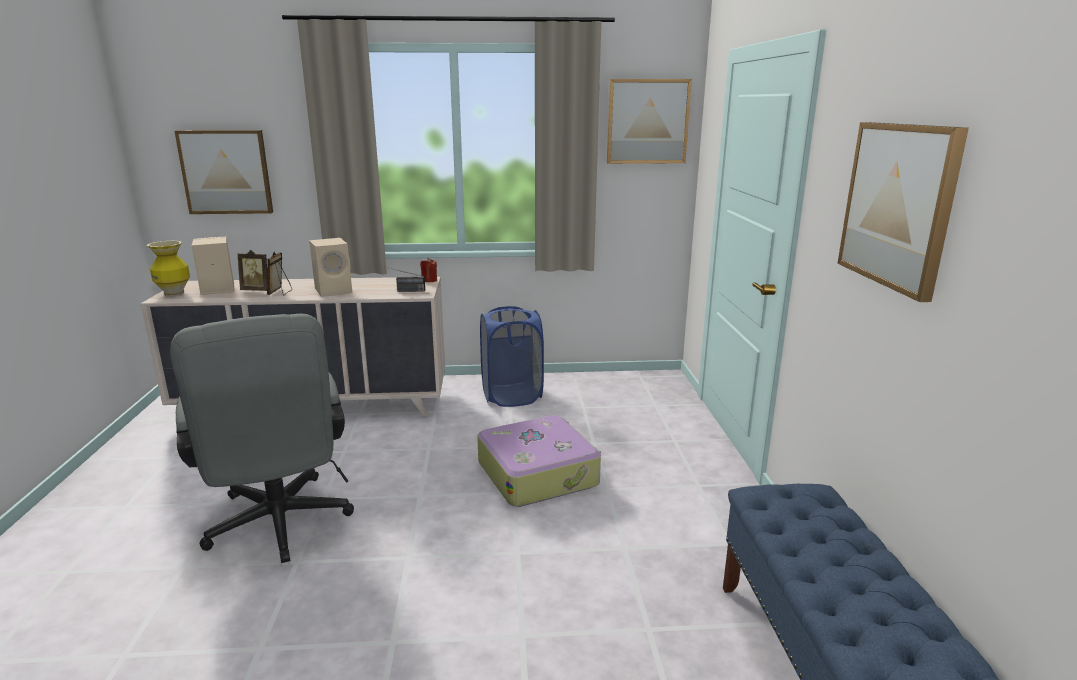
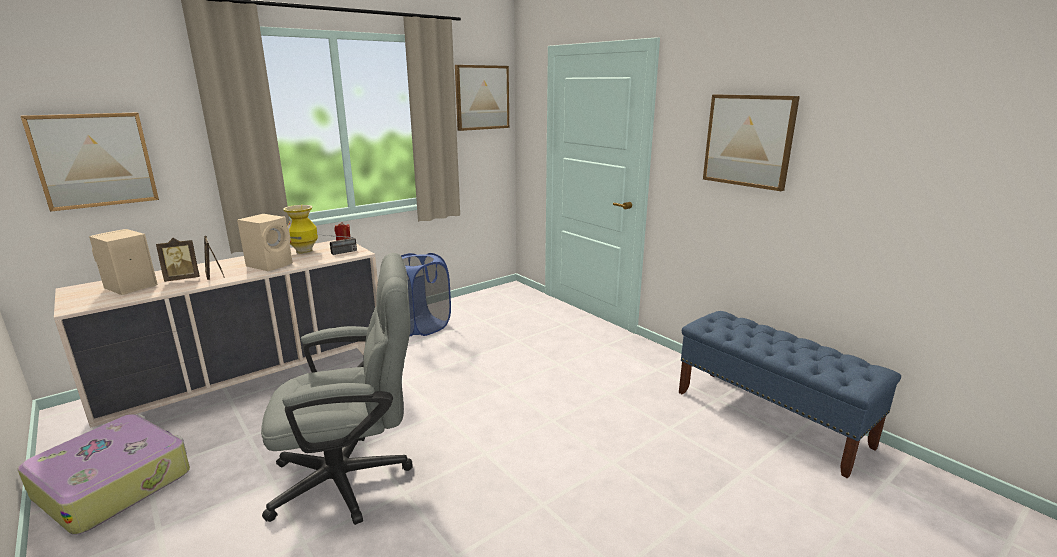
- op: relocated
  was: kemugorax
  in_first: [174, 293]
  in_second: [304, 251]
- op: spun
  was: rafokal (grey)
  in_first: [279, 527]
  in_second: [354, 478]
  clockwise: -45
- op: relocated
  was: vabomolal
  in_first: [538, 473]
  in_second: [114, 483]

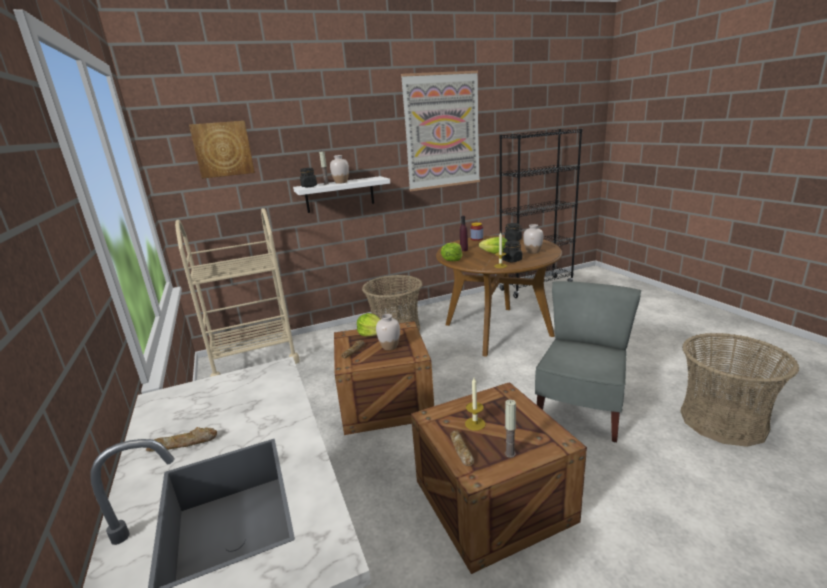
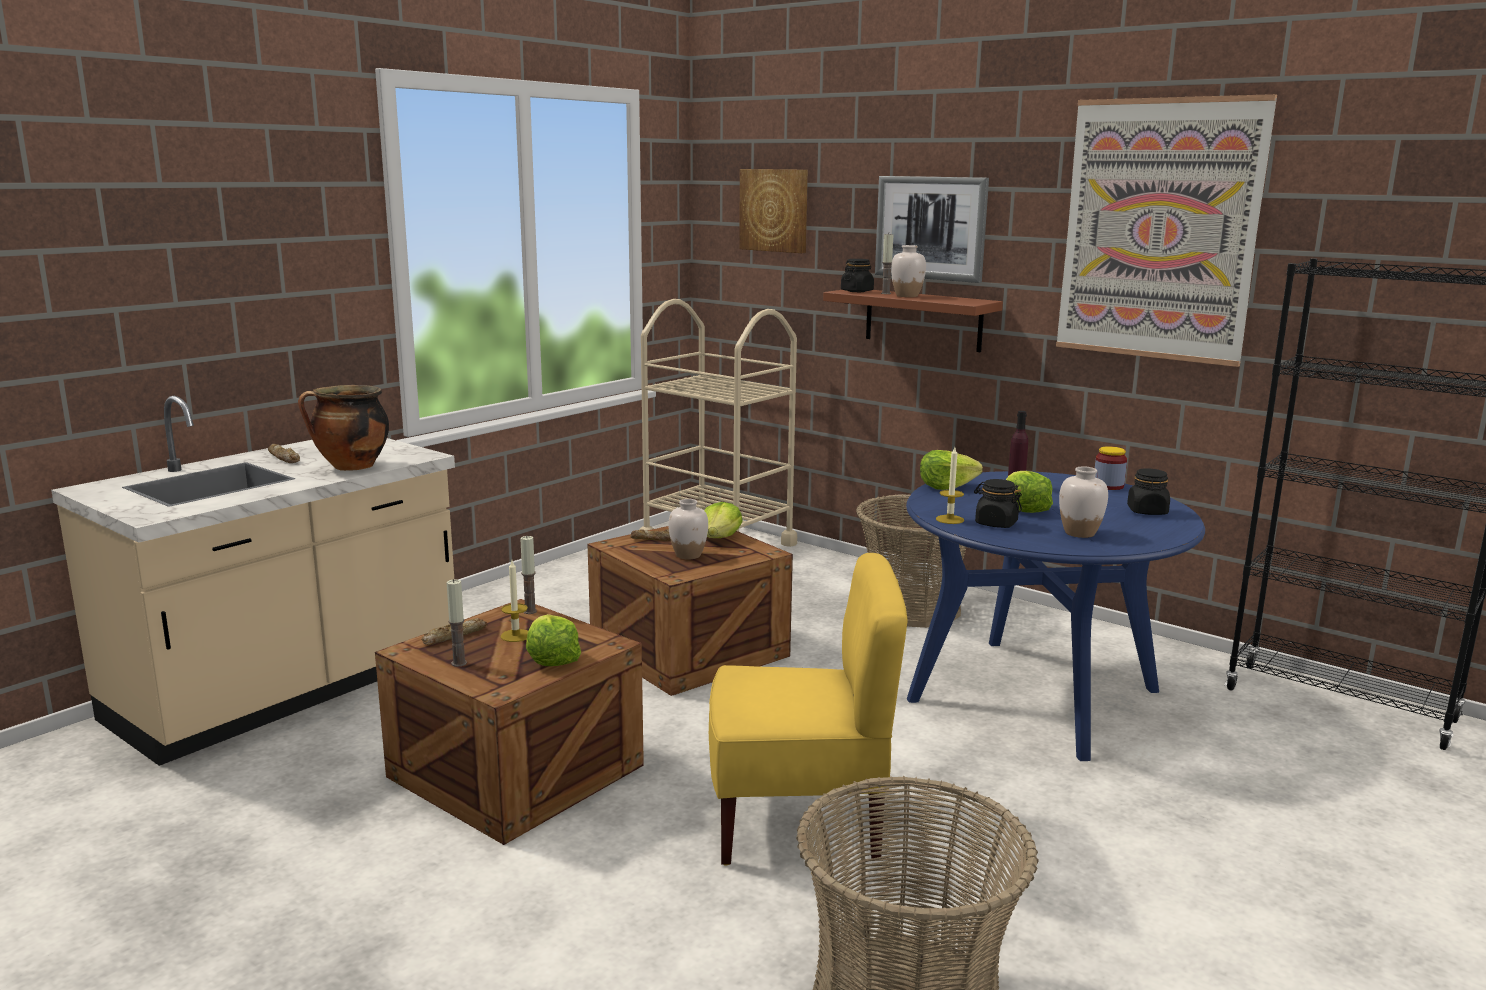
- op: colour
  was: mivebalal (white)
  now: mivebalal (brown)
  in_first: [340, 194]
  in_second: [923, 319]
- op: colour
  was: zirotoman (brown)
  now: zirotoman (blue)
  in_first: [497, 330]
  in_second: [1033, 695]
- op: colour
  was: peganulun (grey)
  now: peganulun (yellow)
  in_first: [581, 411]
  in_second: [799, 821]
- op: appeared
  now: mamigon
  in_second: [930, 228]
- op: appeared
  now: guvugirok
  in_second: [351, 467]
- op: appeared
  now: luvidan
  in_second: [530, 611]
- op: appeared
  now: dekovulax
  in_second: [551, 659]

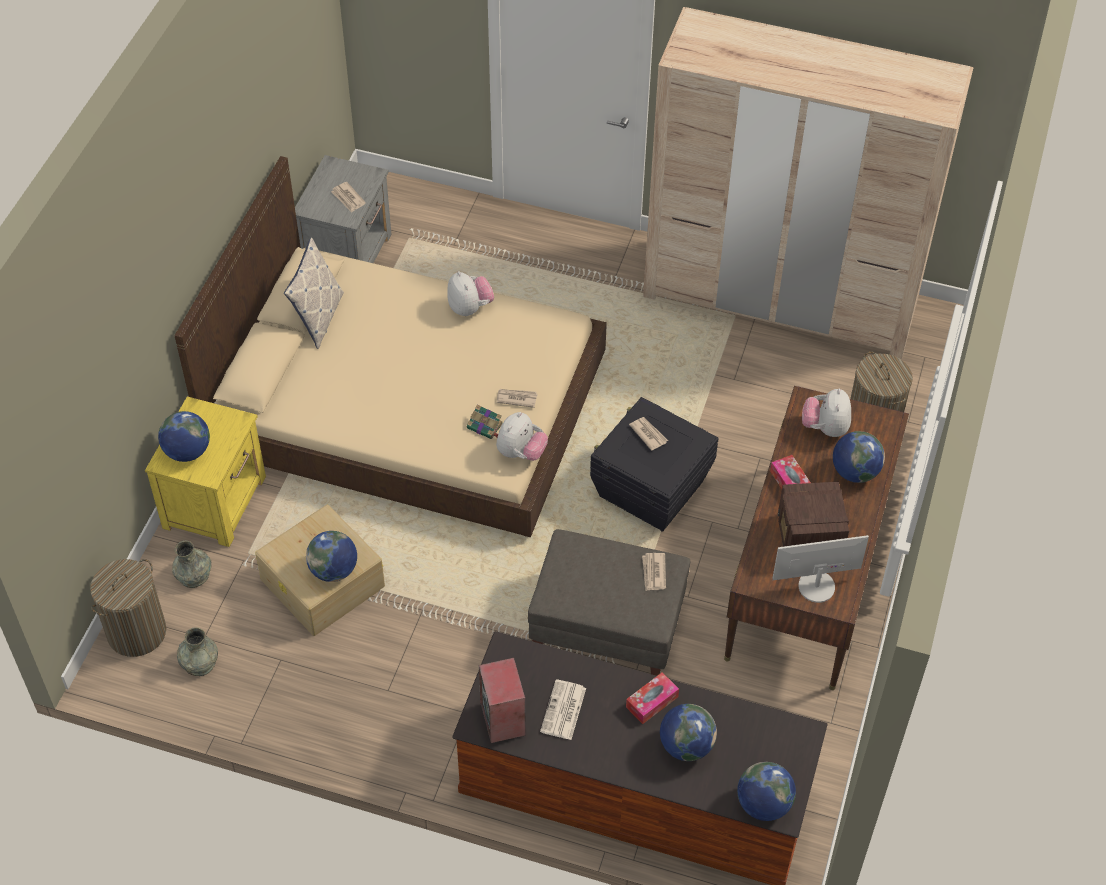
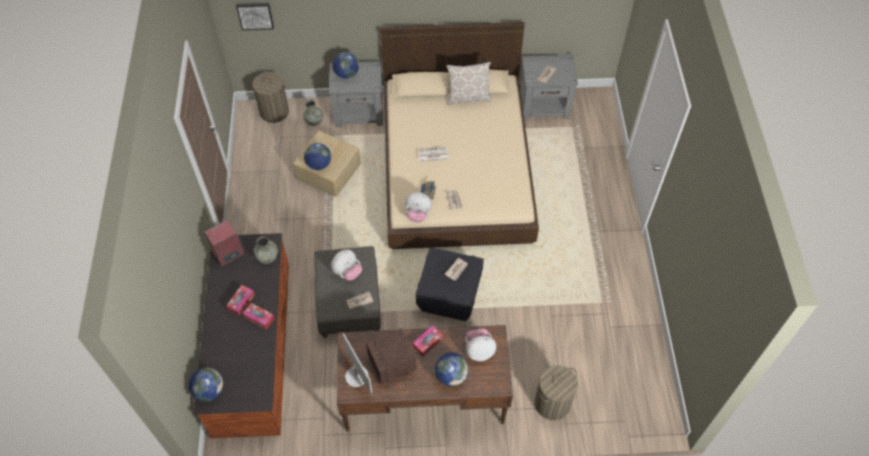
- op: missing
  was: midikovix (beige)
  in_first: [781, 298]
- op: relocated
  was: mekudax
  in_first: [470, 308]
  in_second: [347, 272]
- op: colour
  was: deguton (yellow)
  now: deguton (grey)
  in_first: [216, 501]
  in_second: [359, 112]
- op: relocated
  was: kemugorax (grey)
  in_first: [199, 662]
  in_second: [267, 255]
- op: relocated
  was: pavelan
  in_first: [563, 711]
  in_second: [432, 154]
- op: missing
  was: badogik
  in_first: [686, 746]
- op: appeared
  now: mamigon
  in_second: [255, 15]
- op: appeared
  now: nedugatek
  in_second: [241, 302]

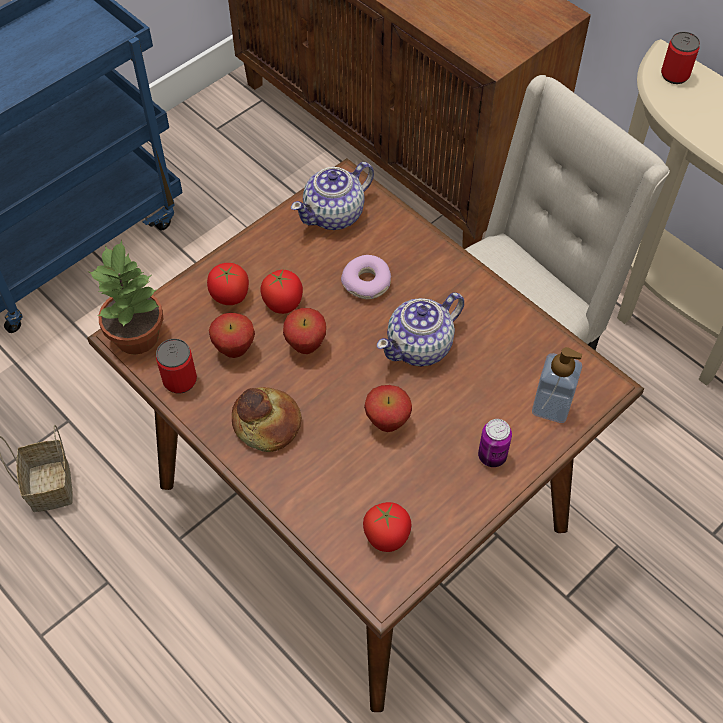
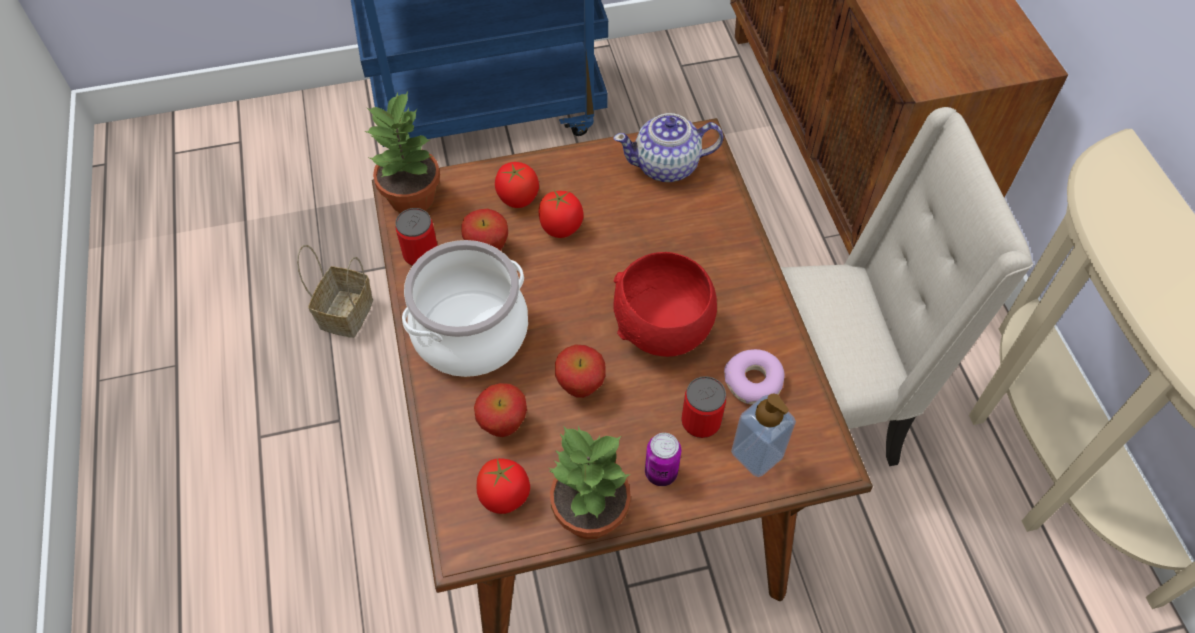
- op: relocated
  was: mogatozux
  in_first: [674, 75]
  in_second: [700, 422]
- op: relocated
  was: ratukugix
  in_first: [367, 282]
  in_second: [753, 382]
- op: exchanged
  was: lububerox
  now: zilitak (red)
  in_first: [420, 346]
  in_second: [664, 329]
- op: relocated
  was: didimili
  in_first: [306, 346]
  in_second: [503, 426]
- op: exchanged
  was: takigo
  now: guvugirok
  in_first: [267, 423]
  in_second: [470, 332]
- op: appeared
  now: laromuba
  in_second: [588, 513]

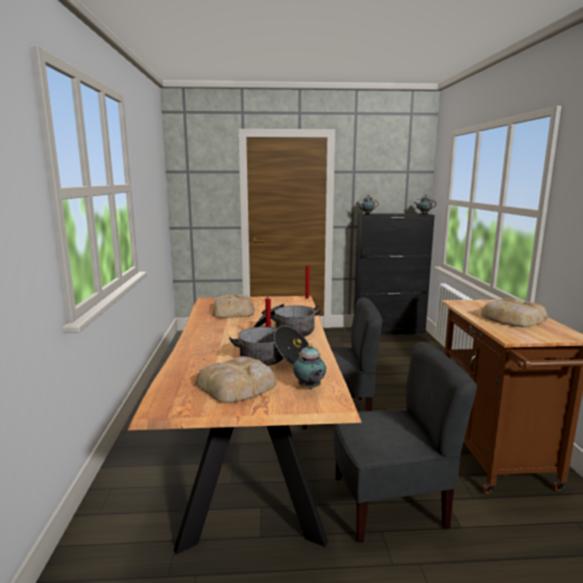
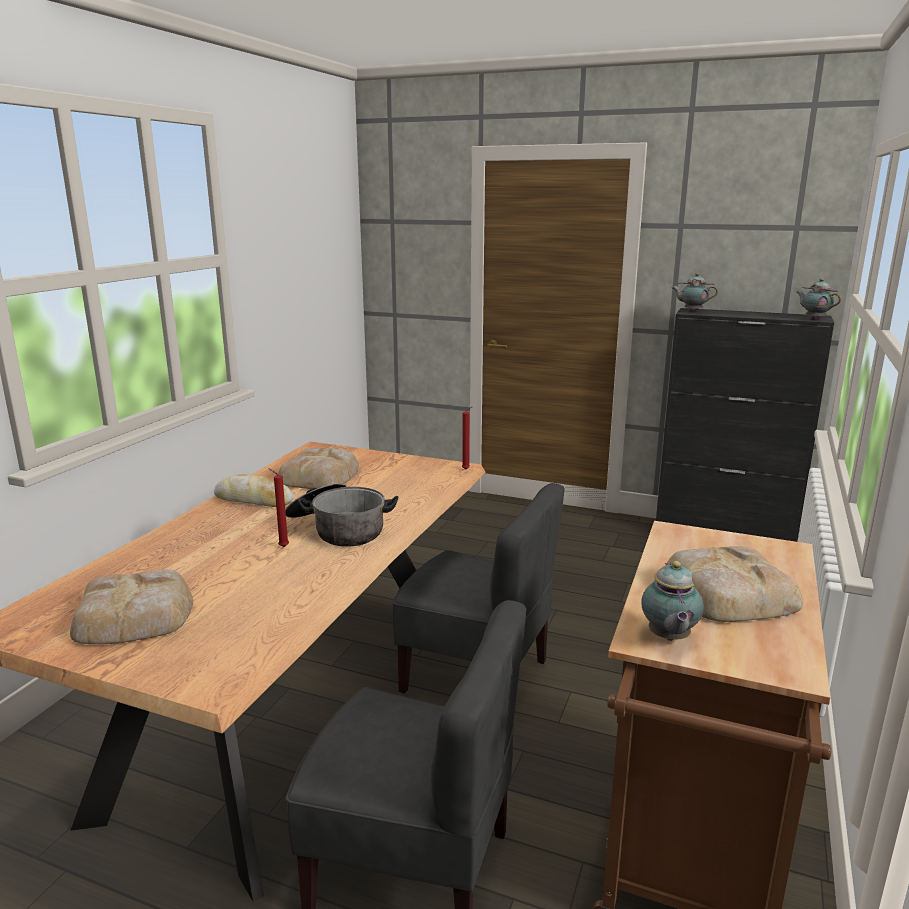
- op: missing
  was: guvugirok
  in_first: [273, 360]
- op: relocated
  was: lububerox
  in_first: [309, 388]
  in_second: [668, 638]
- op: appeared
  now: takigo
  in_second: [254, 500]

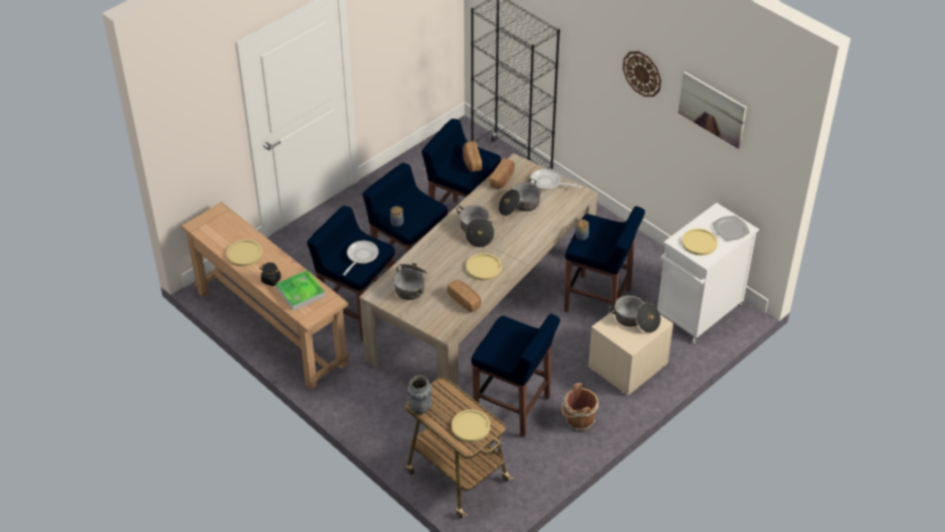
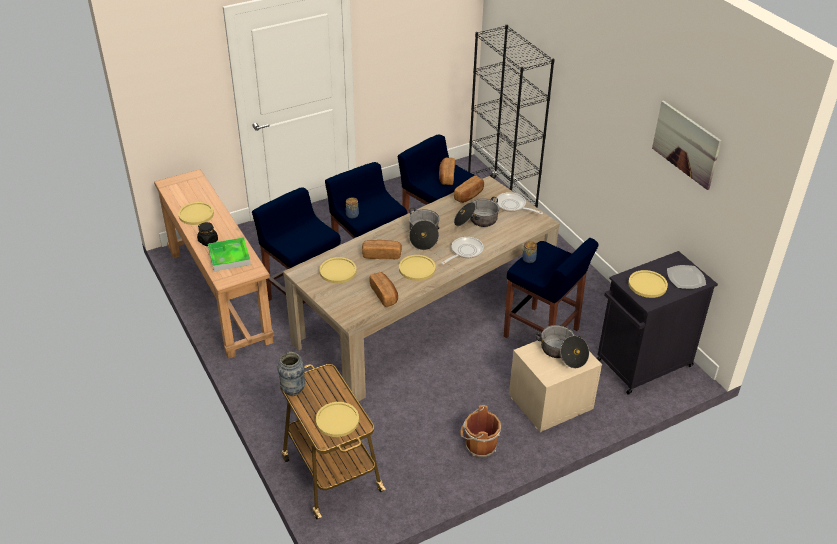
- op: missing
  was: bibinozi
  in_first: [642, 73]
- op: colour
  was: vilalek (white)
  now: vilalek (black)
  in_first: [698, 311]
  in_second: [642, 364]
- op: relocated
  was: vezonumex
  in_first: [361, 256]
  in_second: [465, 251]
- op: exchanged
  was: guvugirok
  now: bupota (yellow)
  in_first: [411, 285]
  in_second: [338, 271]
- op: missing
  was: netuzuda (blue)
  in_first: [513, 407]
- op: appeared
  now: takigo
  in_second: [381, 255]

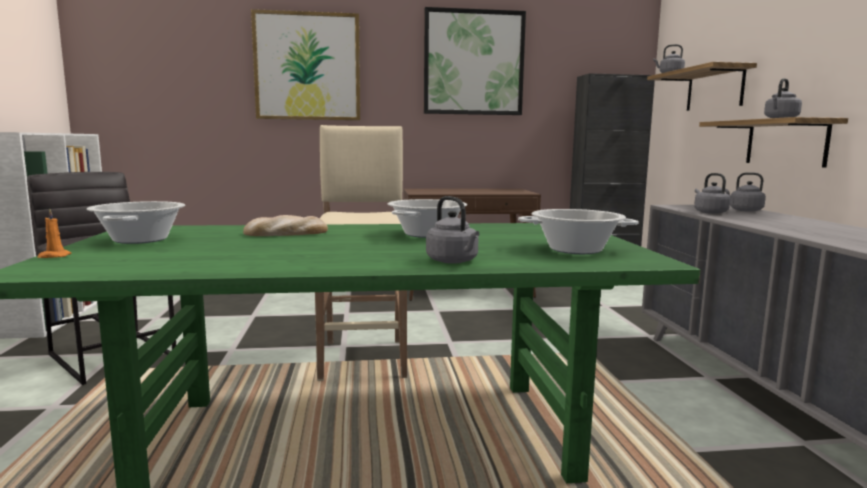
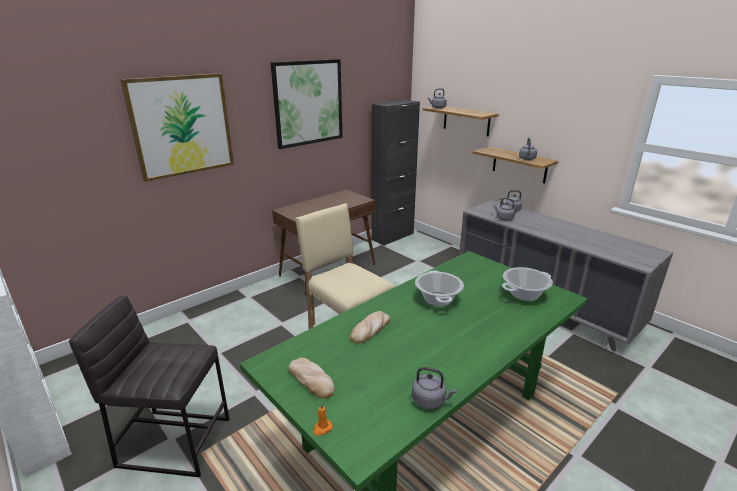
- op: relocated
  was: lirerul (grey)
  in_first: [454, 261]
  in_second: [430, 400]
- op: exchanged
  was: guvugirok
  now: takigo
  in_first: [140, 240]
  in_second: [312, 379]

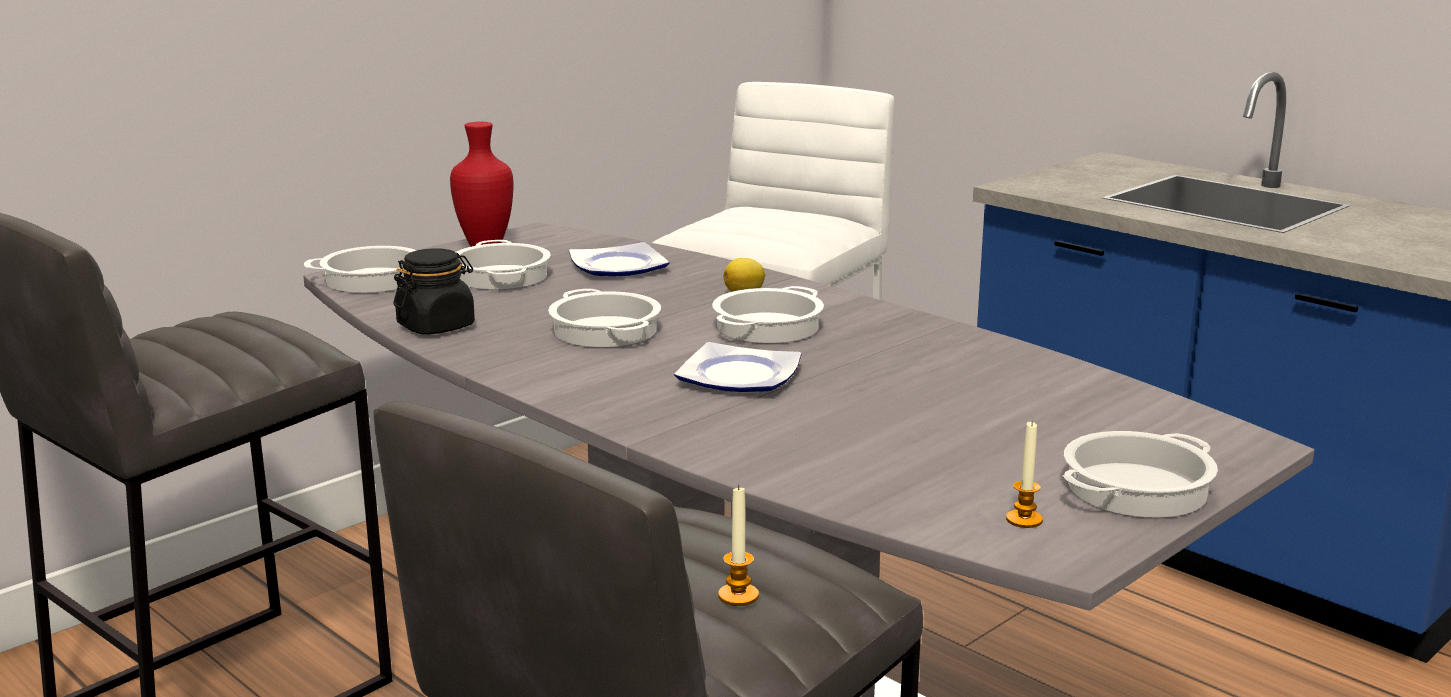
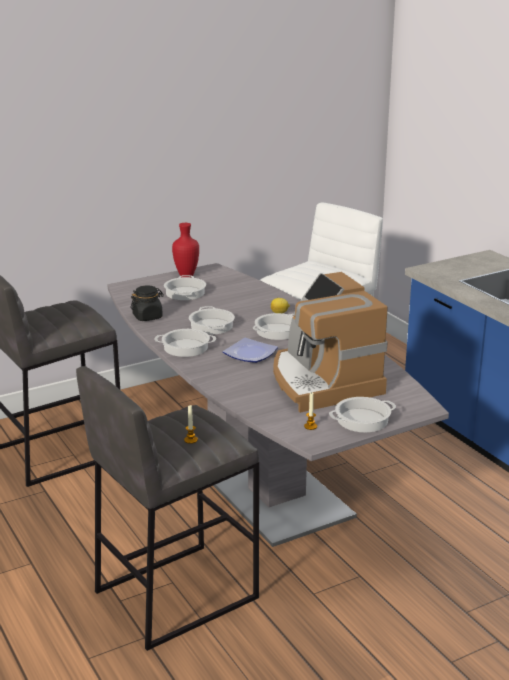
- op: missing
  was: bupota
  in_first: [619, 266]
- op: relocated
  was: guvugirok
  in_first: [374, 279]
  in_second: [186, 347]
- op: appeared
  now: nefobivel
  in_second: [322, 382]

